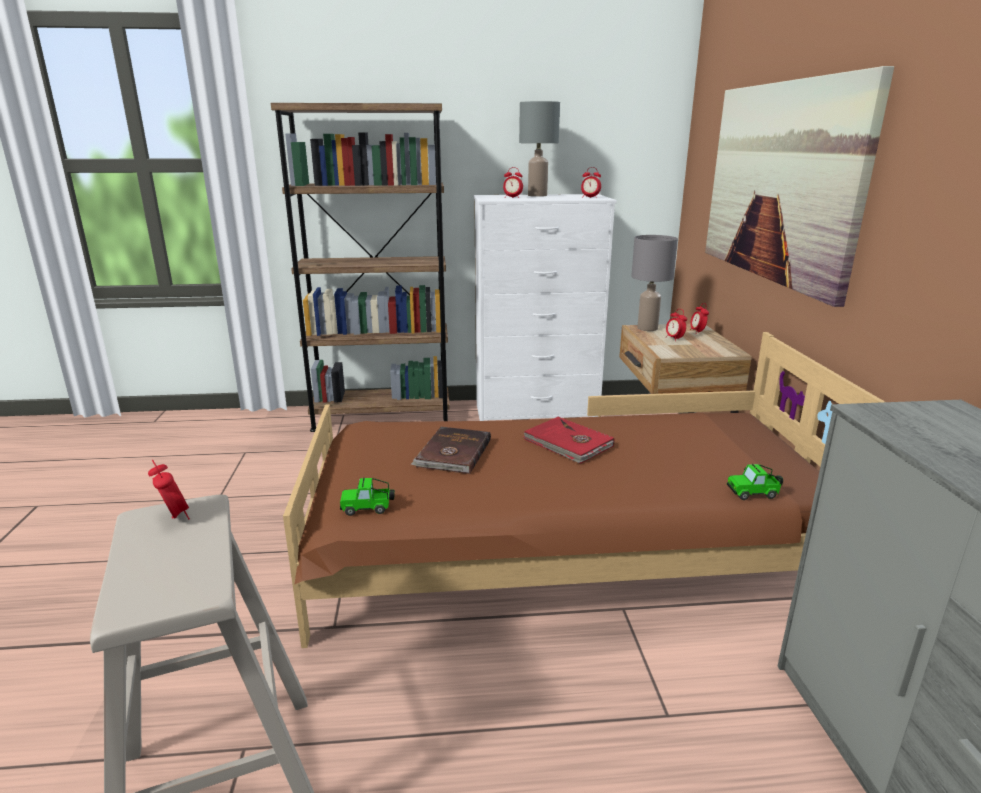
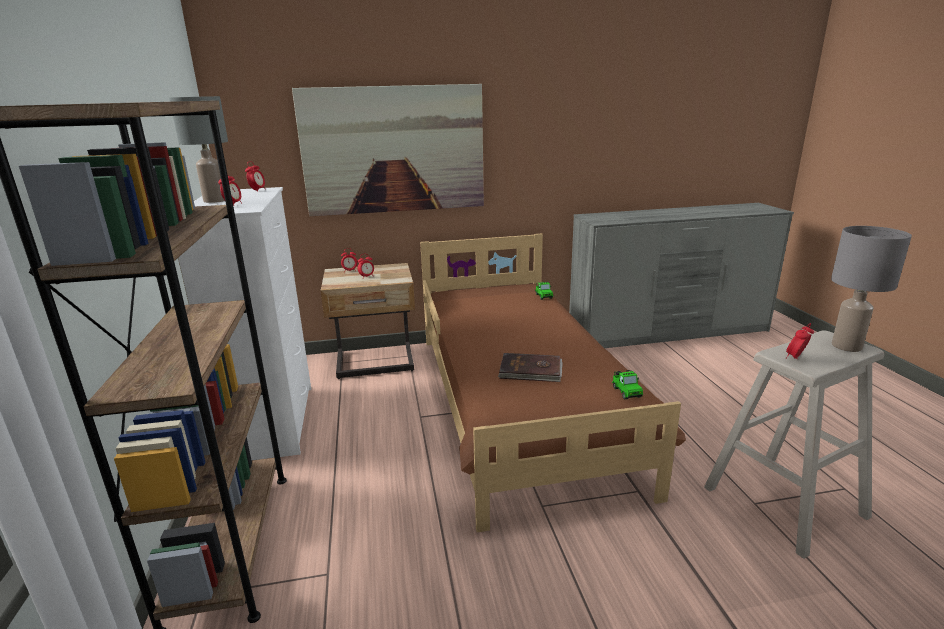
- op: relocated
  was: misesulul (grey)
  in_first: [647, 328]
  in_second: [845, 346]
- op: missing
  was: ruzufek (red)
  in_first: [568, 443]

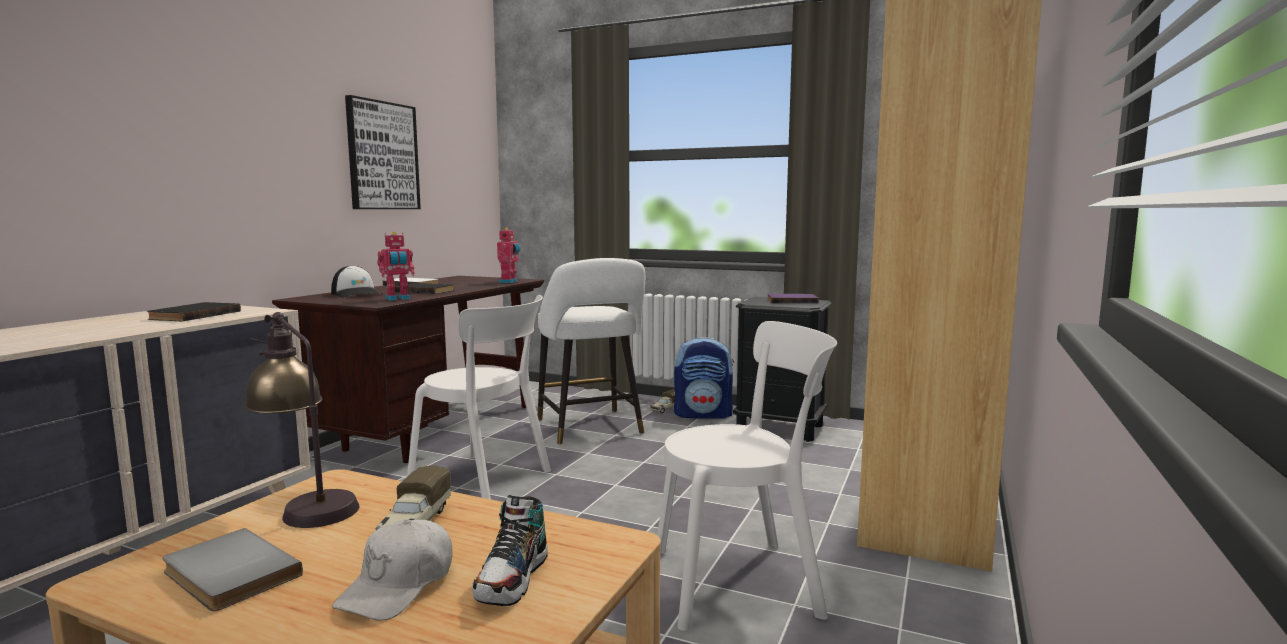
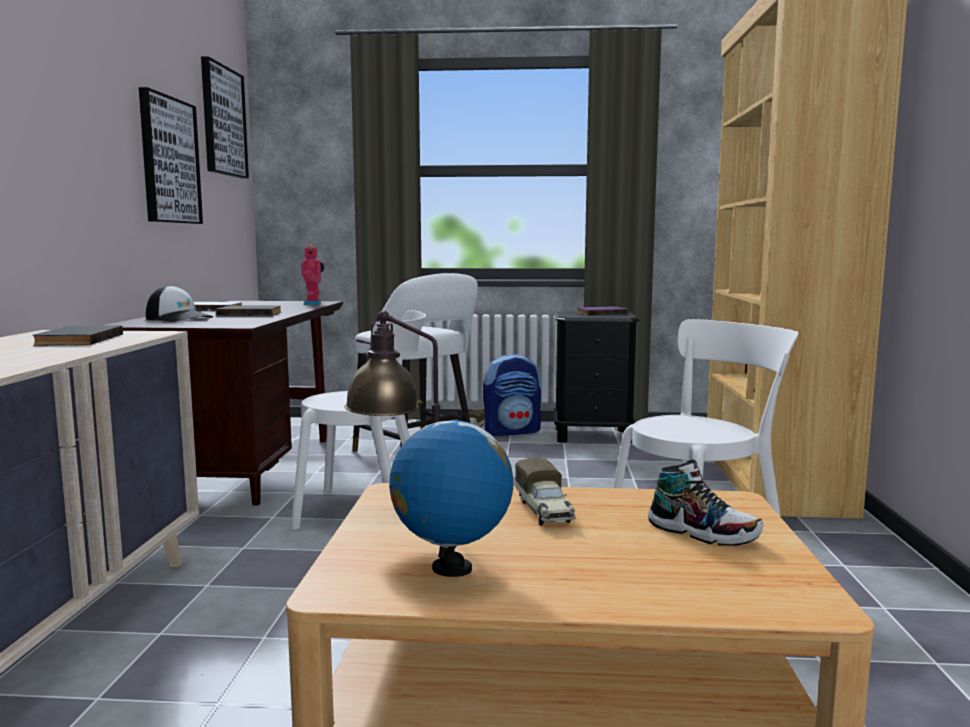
- op: missing
  was: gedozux
  in_first: [398, 299]
- op: spun
  was: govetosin
  in_first: [513, 579]
  in_second: [702, 533]
  clockwise: -45
- op: missing
  was: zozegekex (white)
  in_first: [399, 586]
- op: exchanged
  was: ruzufek (grey)
  now: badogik
  in_first: [226, 575]
  in_second: [451, 568]
- op: appeared
  now: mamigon
  in_second: [223, 121]

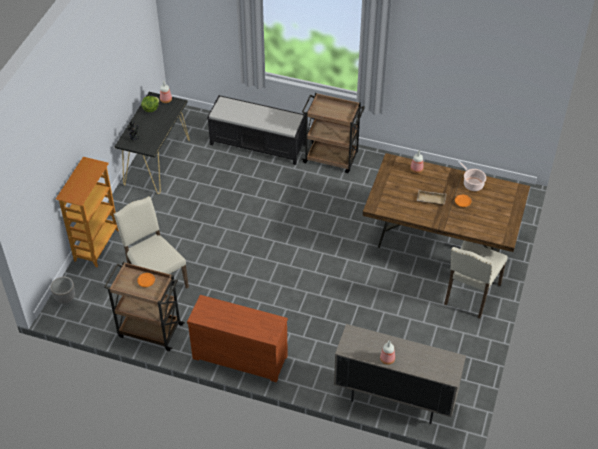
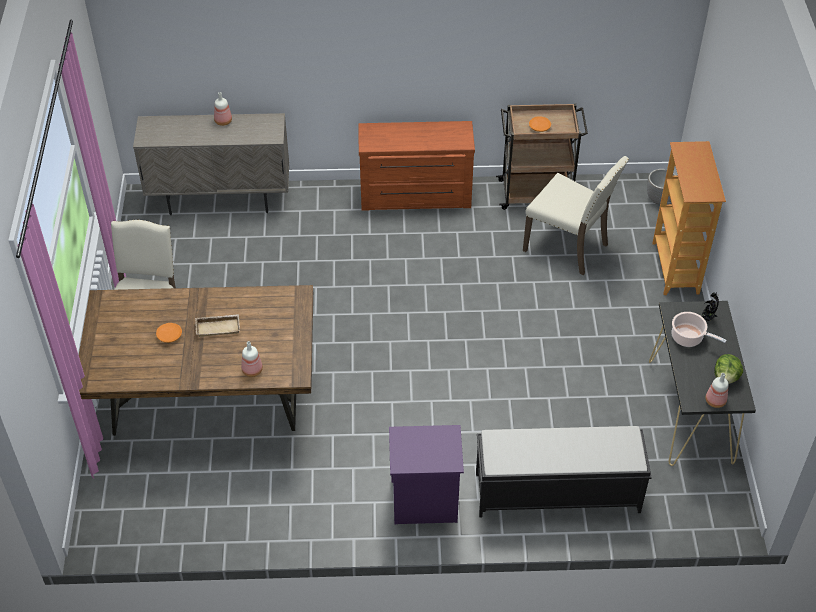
- op: exchanged
  was: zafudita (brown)
  now: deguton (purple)
  in_first: [331, 158]
  in_second: [423, 502]
- op: relocated
  was: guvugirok
  in_first: [472, 184]
  in_second: [689, 338]

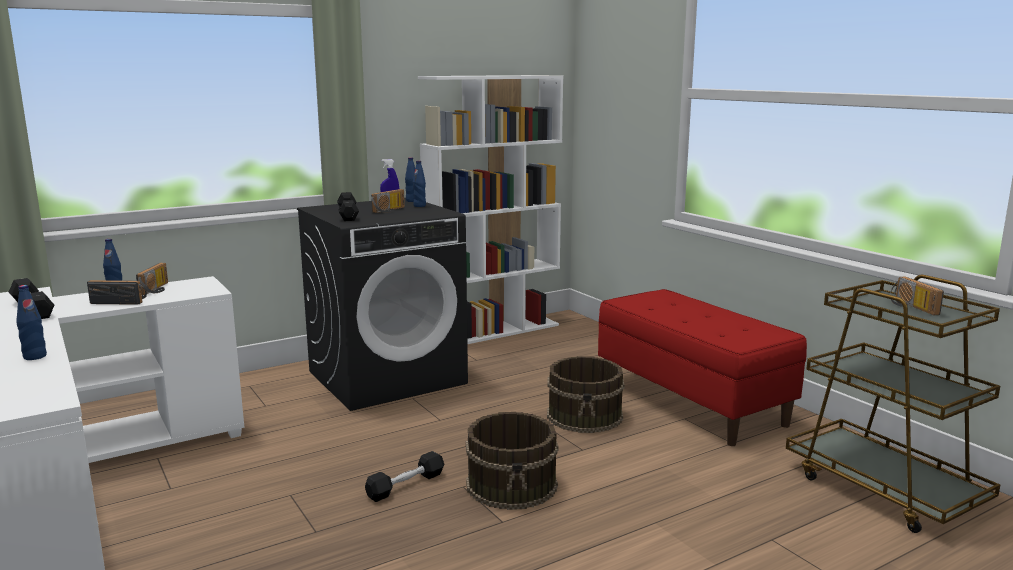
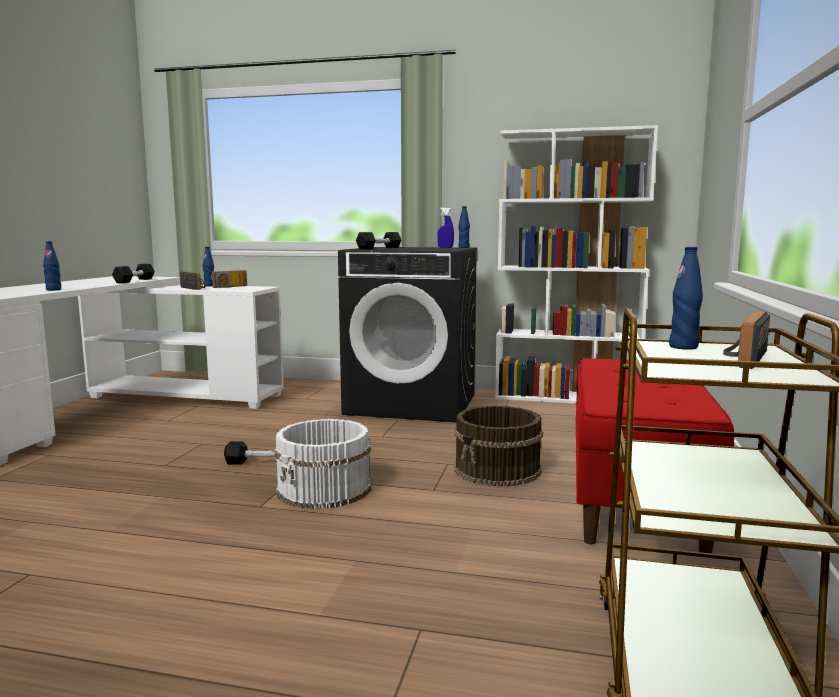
- op: relocated
  was: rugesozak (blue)
  in_first: [419, 206]
  in_second: [683, 347]
- op: missing
  was: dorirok
  in_first: [390, 210]
- op: colour
  was: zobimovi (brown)
  now: zobimovi (white)
  in_first: [512, 484]
  in_second: [325, 489]

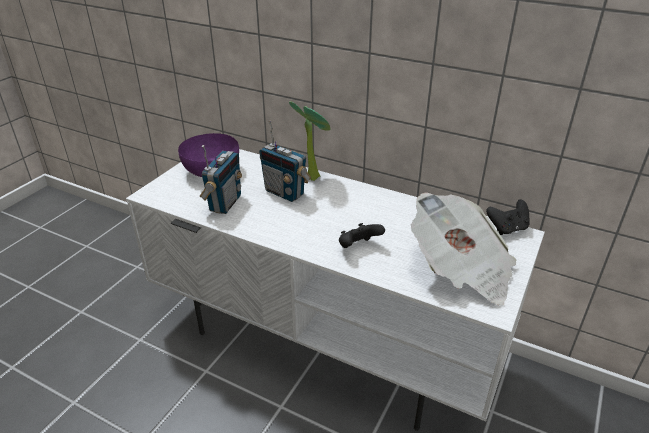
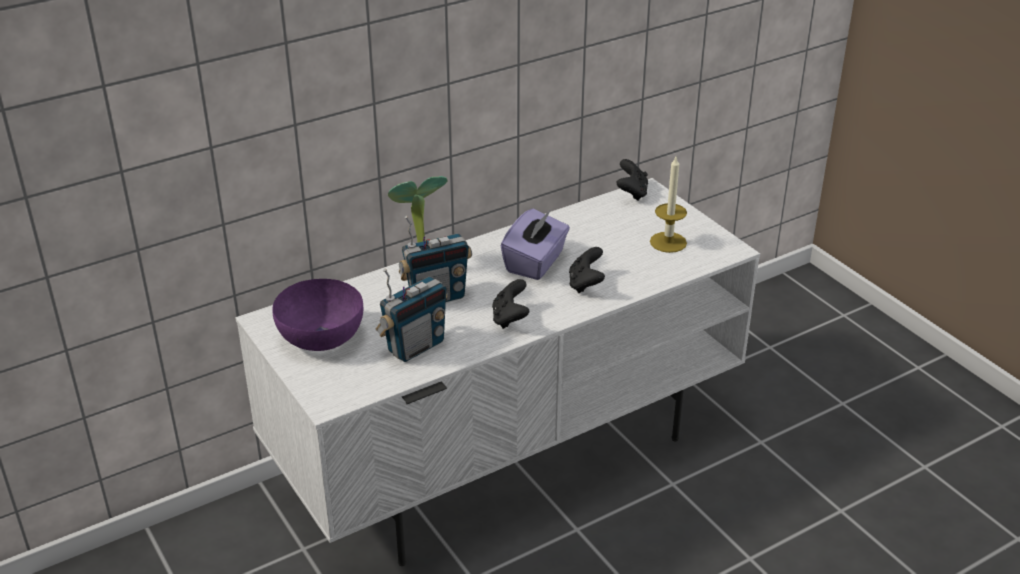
- op: spun
  was: dorirok
  in_first: [224, 203]
  in_second: [415, 346]
  clockwise: 90
- op: exchanged
  was: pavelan
  now: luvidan
  in_first: [461, 269]
  in_second: [668, 242]
- op: appeared
  now: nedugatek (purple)
  in_second: [535, 262]
- op: appeared
  now: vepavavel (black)
  in_second: [510, 318]

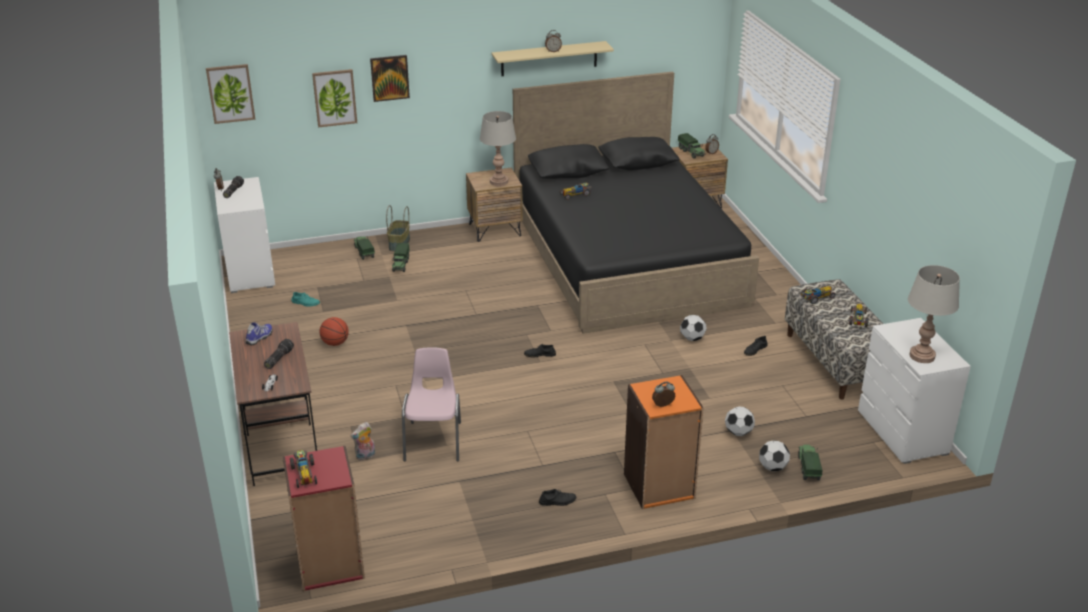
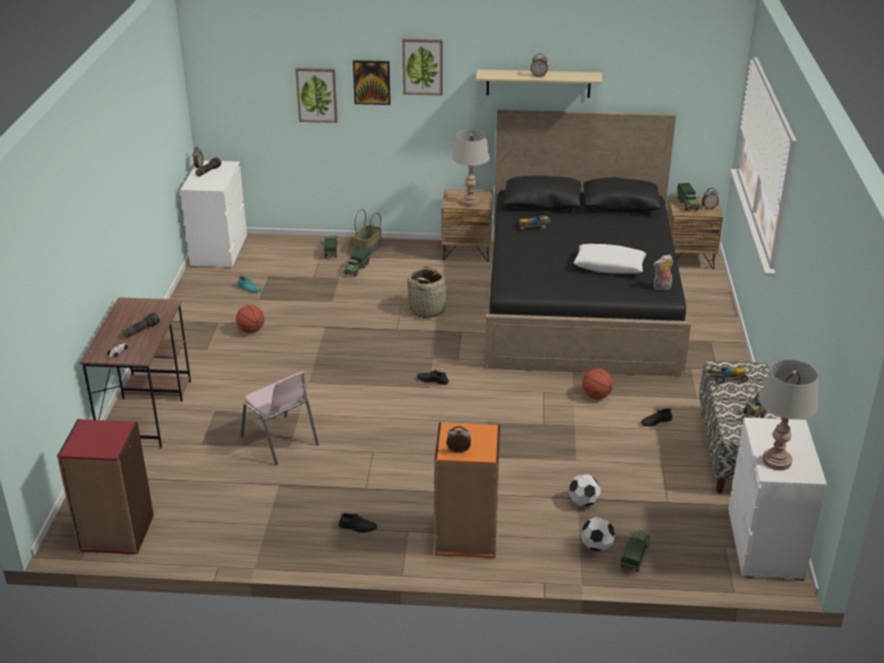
- op: relocated
  was: mamigon
  in_first: [230, 93]
  in_second: [422, 66]
- op: exchanged
  was: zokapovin
  now: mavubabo
  in_first: [692, 338]
  in_second: [596, 396]
- op: missing
  was: govetosin
  in_first: [260, 338]
- op: spun
  was: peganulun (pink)
  in_first: [434, 441]
  in_second: [280, 441]
  clockwise: 120
- op: relocated
  was: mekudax
  in_first: [365, 456]
  in_second: [662, 288]
- op: missing
  was: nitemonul
  in_first: [304, 473]
- op: appeared
  now: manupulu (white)
  in_second: [609, 266]
- op: appeared
  now: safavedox
  in_second: [428, 309]

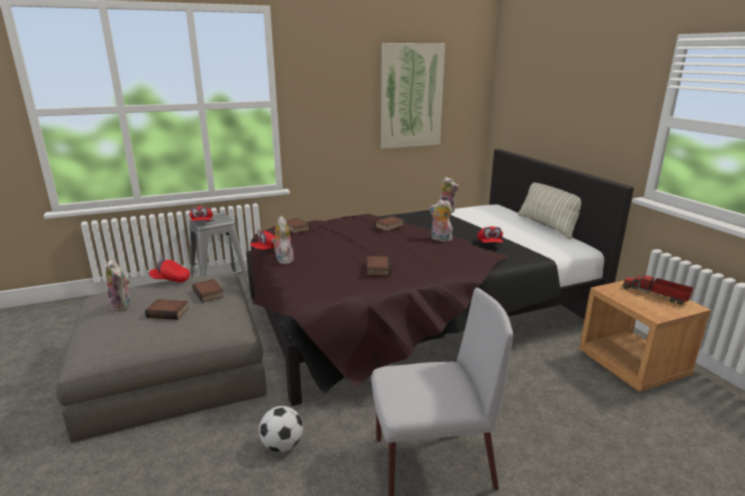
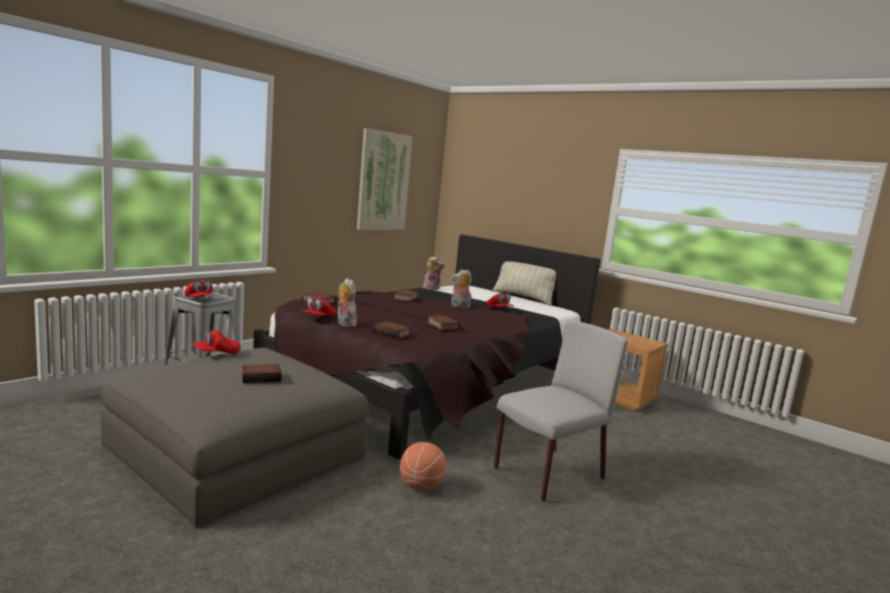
- op: missing
  was: mekudax
  in_first: [123, 306]
- op: missing
  was: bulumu
  in_first: [656, 295]
- op: relocated
  was: ruzufek
  in_first: [209, 293]
  in_second: [392, 333]
- op: exchanged
  was: zokapovin
  now: mavubabo
  in_first: [282, 445]
  in_second: [421, 486]

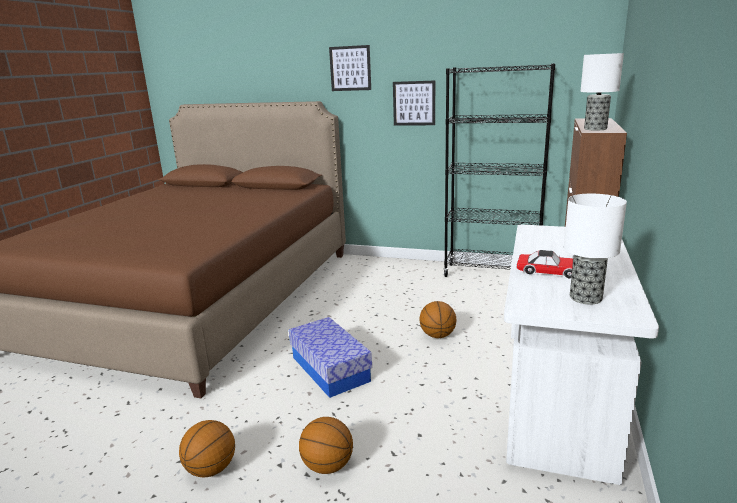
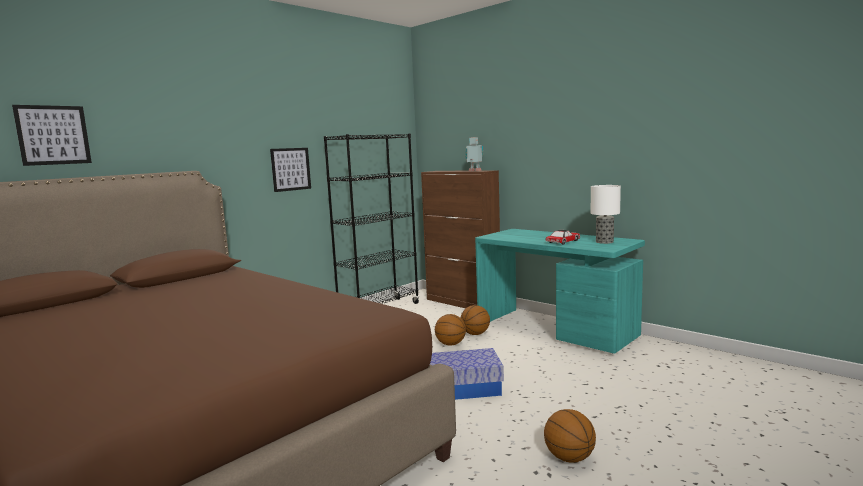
- op: relocated
  was: mamigon
  in_first: [350, 68]
  in_second: [53, 135]
- op: exchanged
  was: misesulul
  now: gedozux
  in_first: [594, 129]
  in_second: [474, 171]
- op: colour
  was: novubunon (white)
  now: novubunon (turquoise)
  in_first: [558, 396]
  in_second: [555, 330]
- op: relocated
  was: mavubabo
  in_first: [328, 466]
  in_second: [475, 334]

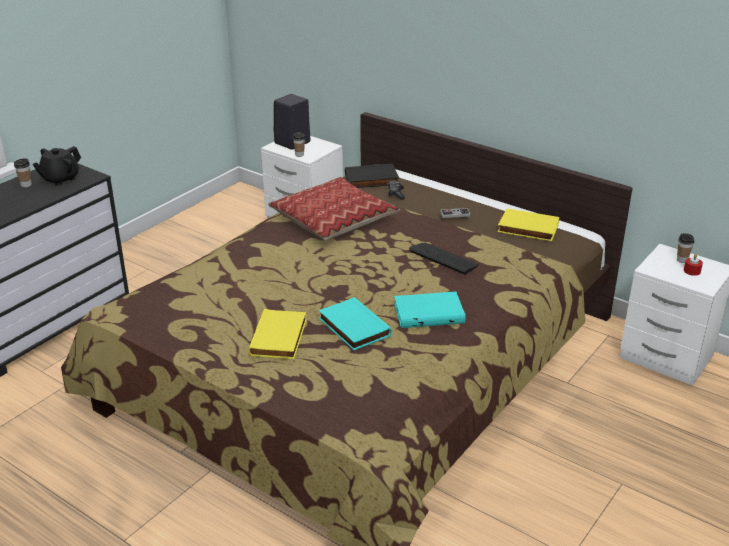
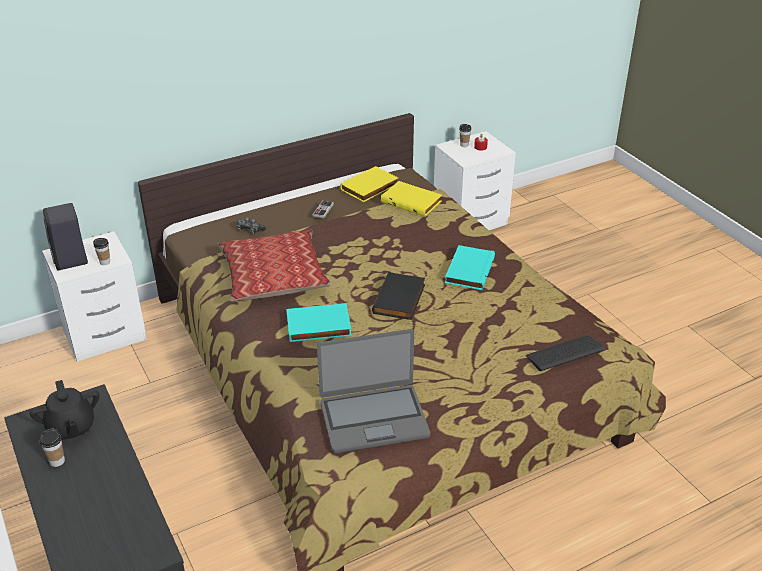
- op: relocated
  was: ruzufek (black)
  in_first: [371, 180]
  in_second: [400, 299]
- op: relocated
  was: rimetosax
  in_first: [444, 258]
  in_second: [564, 354]
- op: relocated
  was: ruzufek (turquoise)
  in_first: [352, 327]
  in_second: [318, 327]
- op: relocated
  was: ruzufek (yellow)
  in_first: [280, 338]
  in_second: [412, 201]
- op: appeared
  now: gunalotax
  in_second: [373, 418]

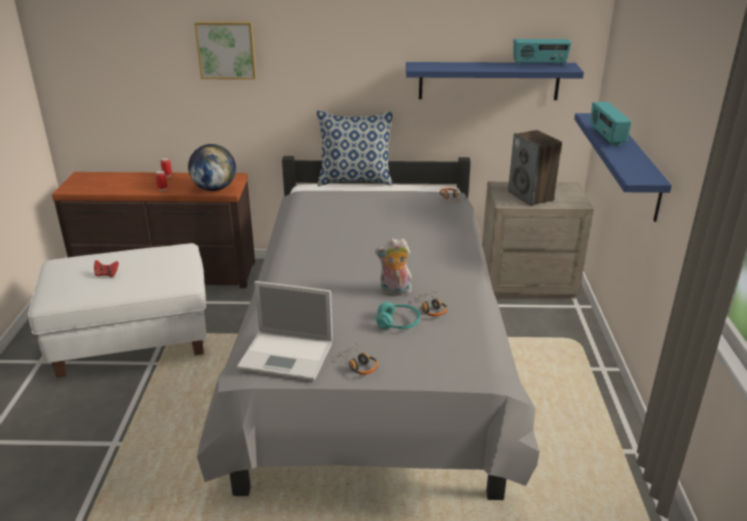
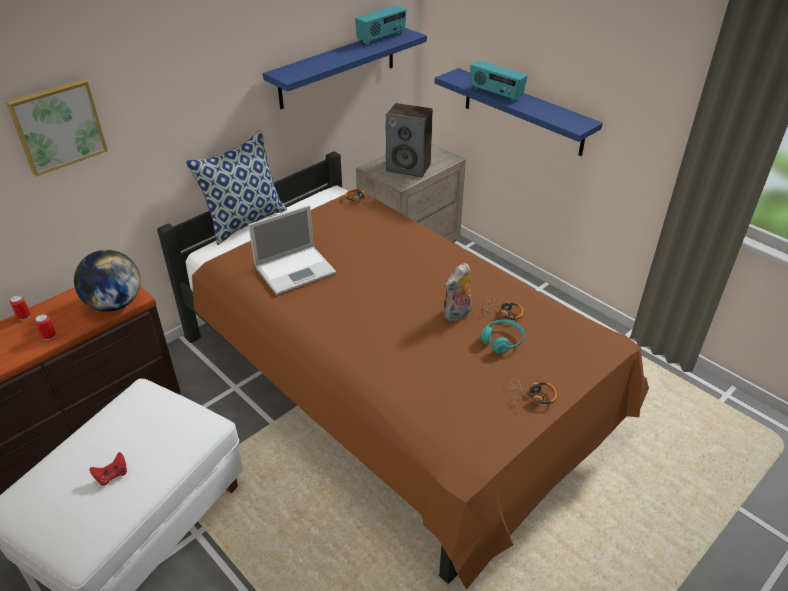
- op: colour
  was: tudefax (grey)
  now: tudefax (brown)
  in_first: [372, 364]
  in_second: [393, 390]
- op: relocated
  was: gunalotax
  in_first: [288, 355]
  in_second: [296, 269]

